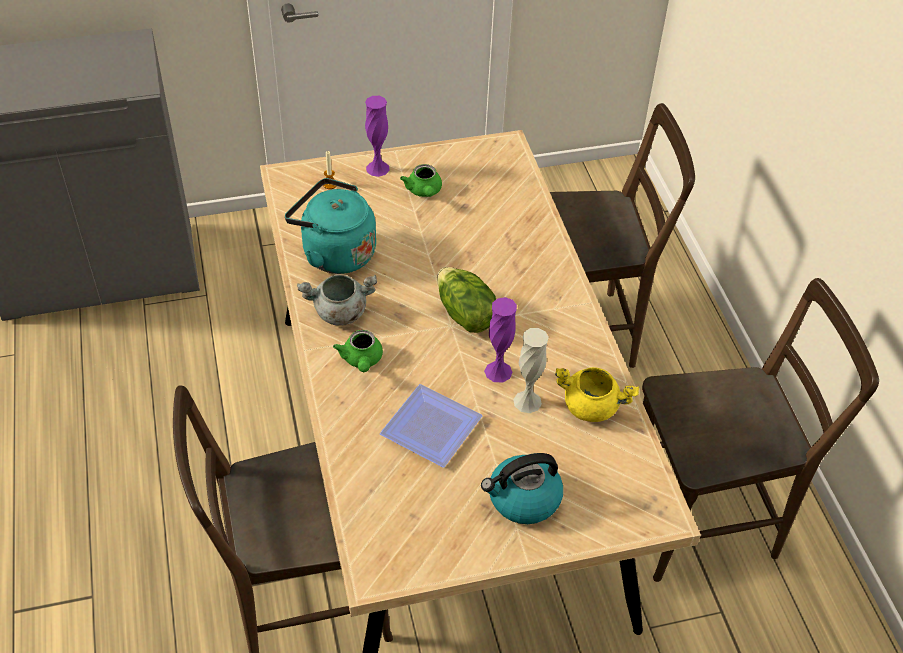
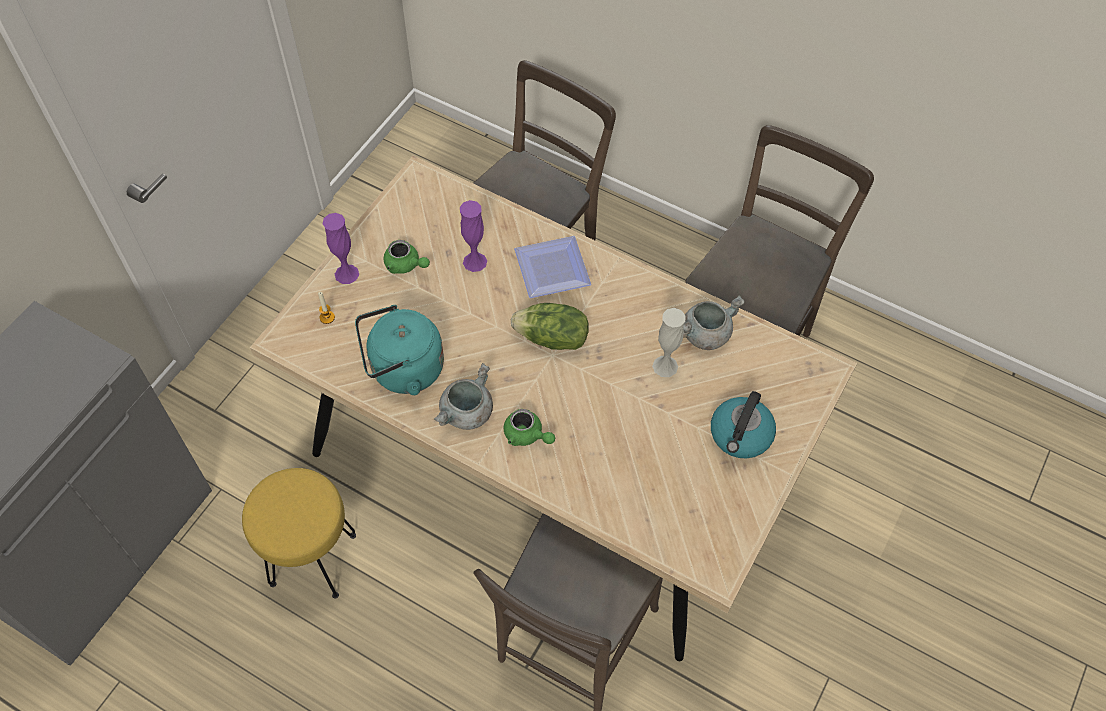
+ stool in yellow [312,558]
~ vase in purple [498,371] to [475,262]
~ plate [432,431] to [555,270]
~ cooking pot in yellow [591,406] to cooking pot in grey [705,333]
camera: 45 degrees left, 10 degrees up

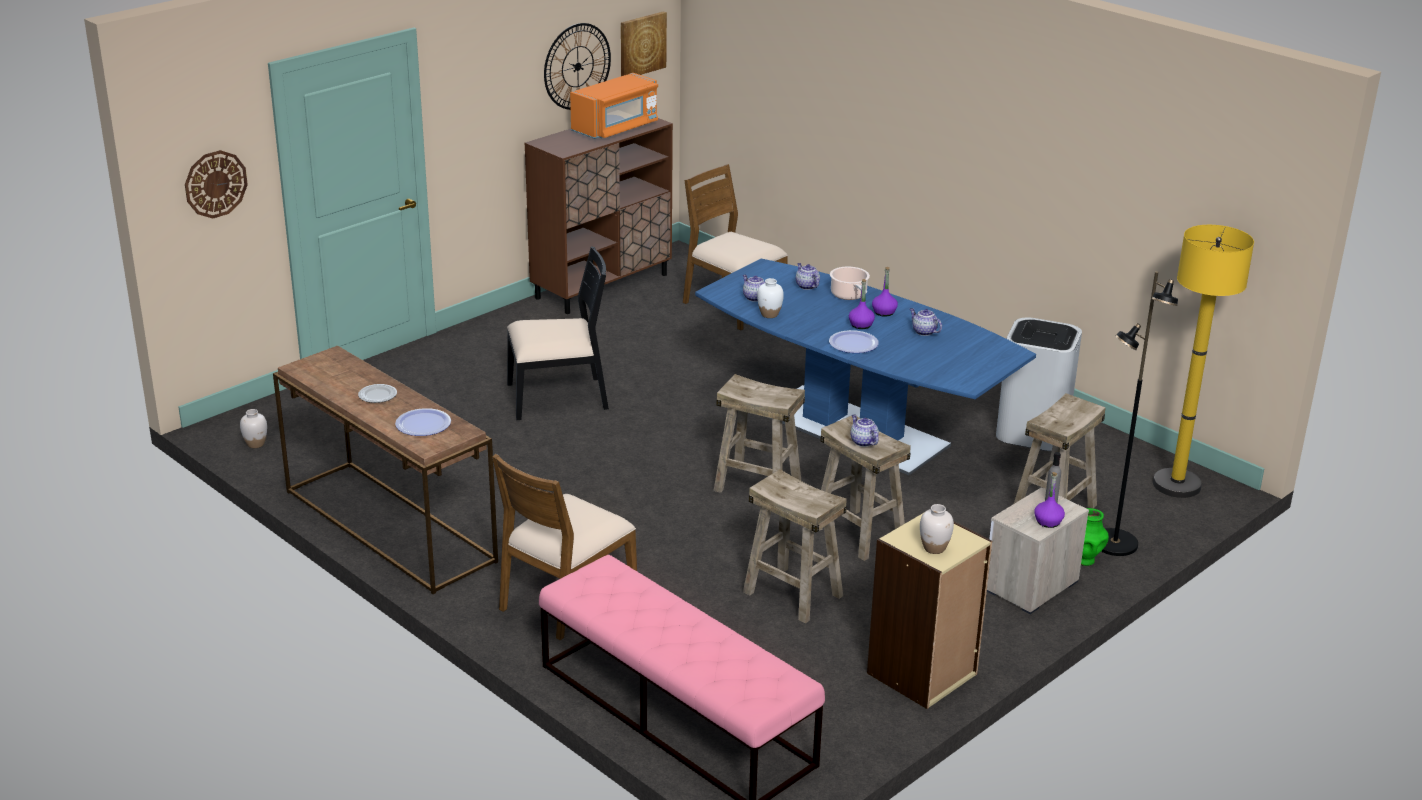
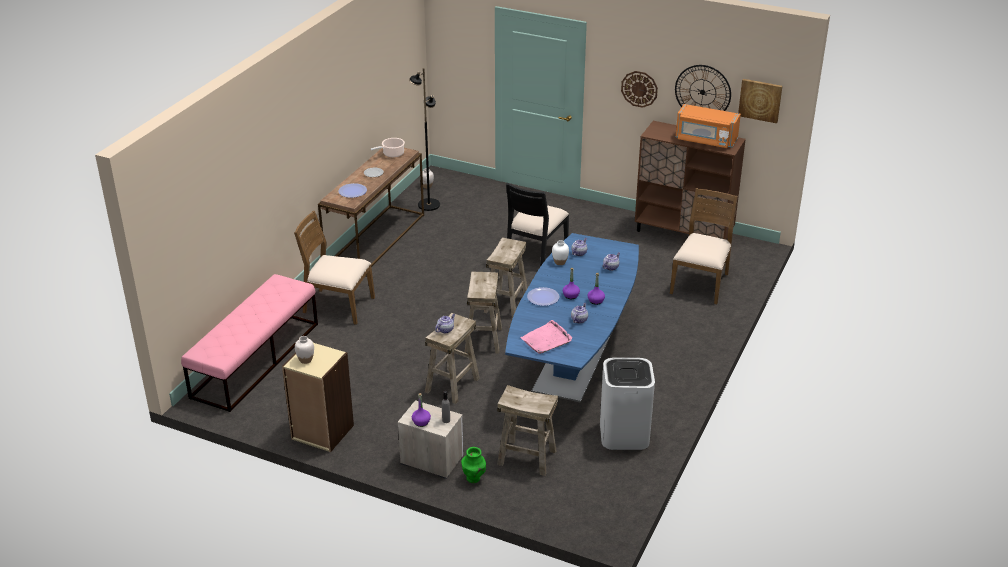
~ cooking pot [849,295] to [392,154]
~ floor lamp in black [1114,544] to [428,205]
~ stool in beige [792,594] to [506,304]
~ chair in black [558,397] = [535,253] 60 degrees clockwise
+ tray in pink [546,339]
~ wall clock [215,184] to [639,89]
- floor lamp in yellow [1176,485]
camera: 70 degrees right, 5 degrees up

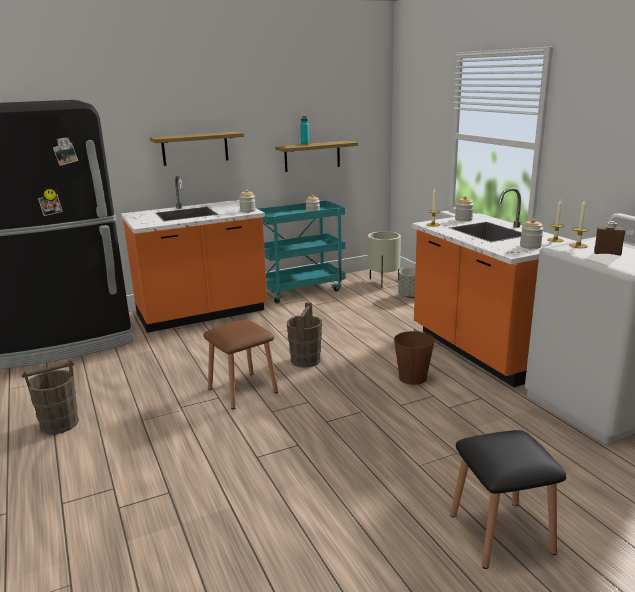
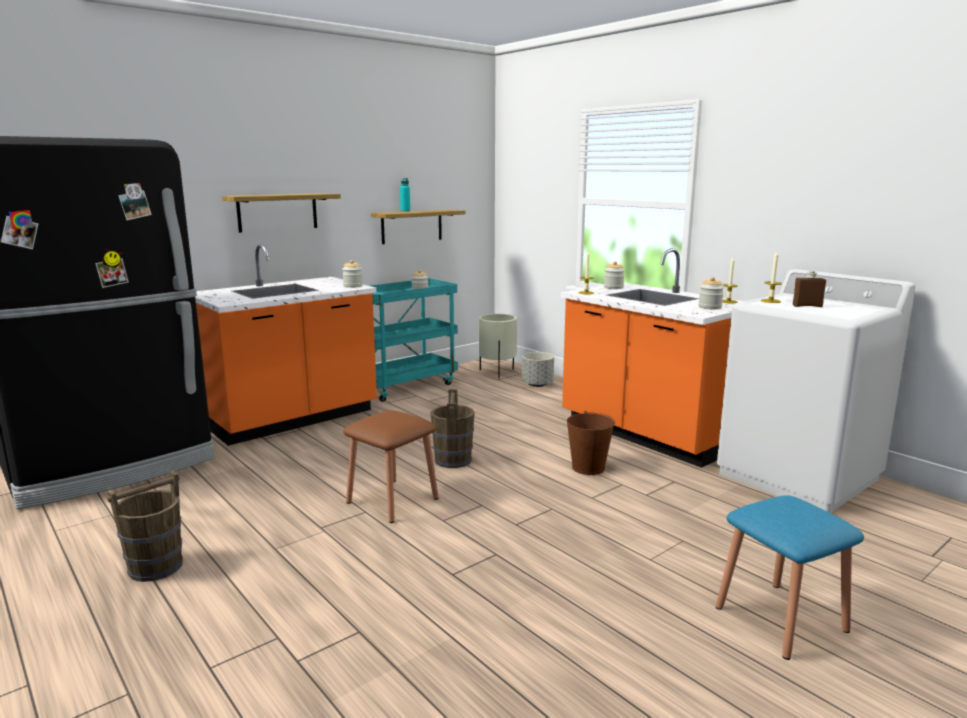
~ stool in black [501,533] to stool in blue [780,619]
camera: 15 degrees left, 5 degrees down

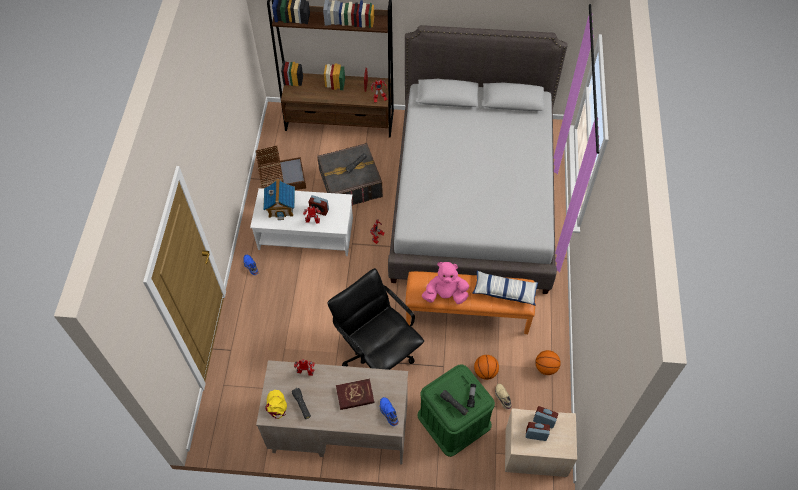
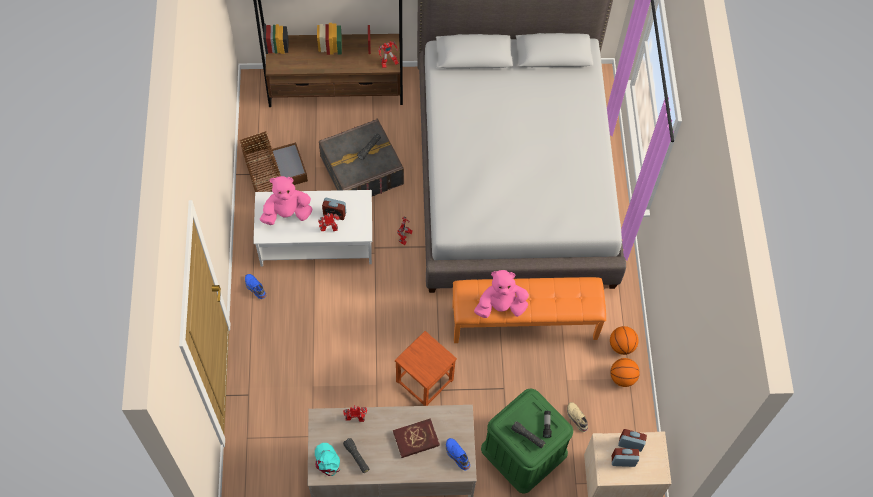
~ toy house [281,206] to plush toy in pink [287,213]
~ cap in yellow [276,405] to cap in turquoise [327,460]
~ office chair in black [377,353] to stool in brown [424,380]
~ basketball [485,372] to [621,346]
- pillow [504,291]
camera: 10 degrees left, 5 degrees up

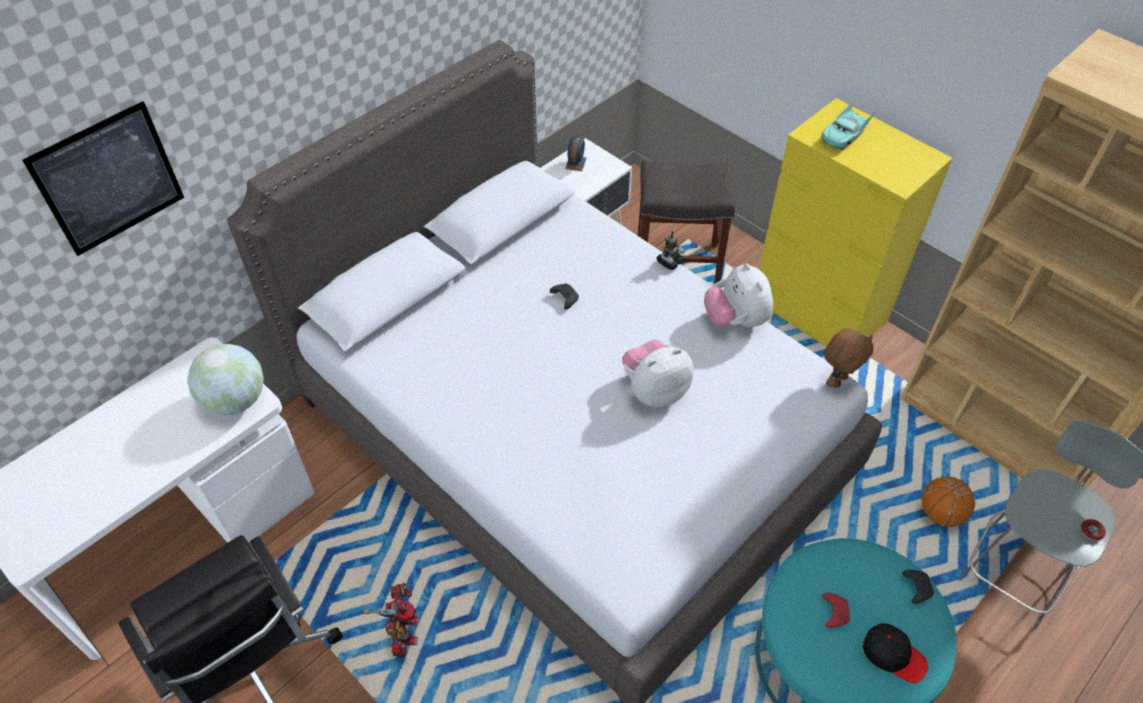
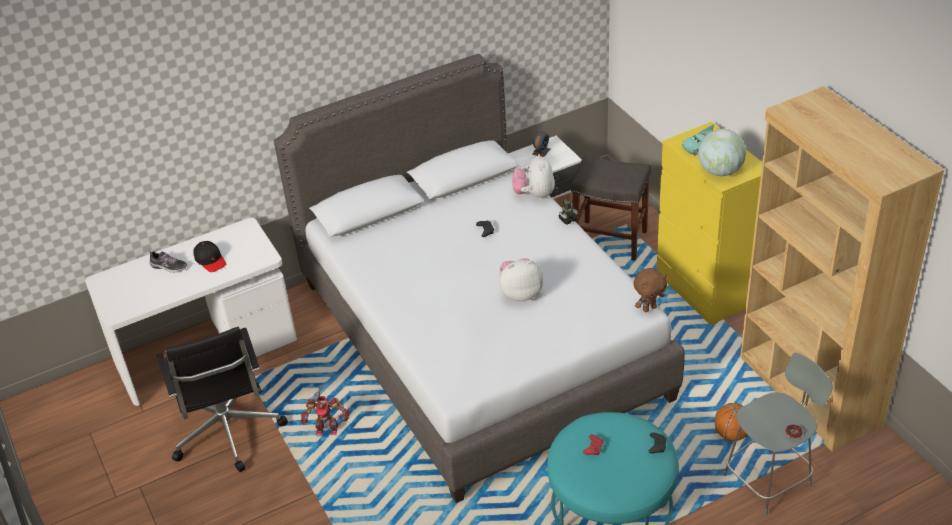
+ shoe [169,266]
~ cap in black [893,655] to [210,260]
~ toy robot [404,631] = [327,429] 75 degrees clockwise
~ plush toy [735,320] to [534,194]
~ globe [235,400] to [720,171]
- picture [108,179]
camera: 20 degrees right, 10 degrees down

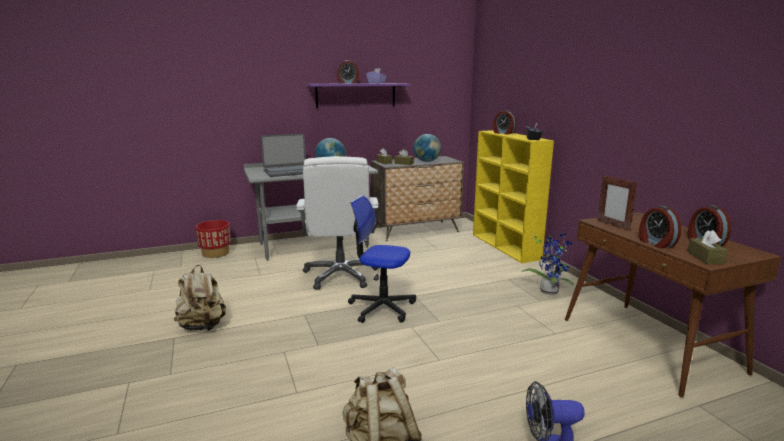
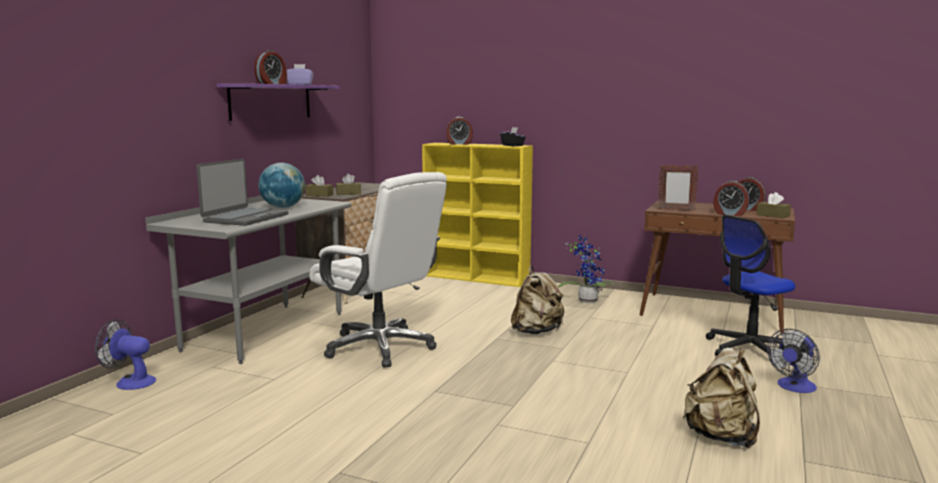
~ planter in red [215,253] to fan [130,382]
~ backpack in beige [202,327] to [536,332]
~ office chair [381,307] to [748,349]
- globe [427,161]
camera: 45 degrees left, 5 degrees down

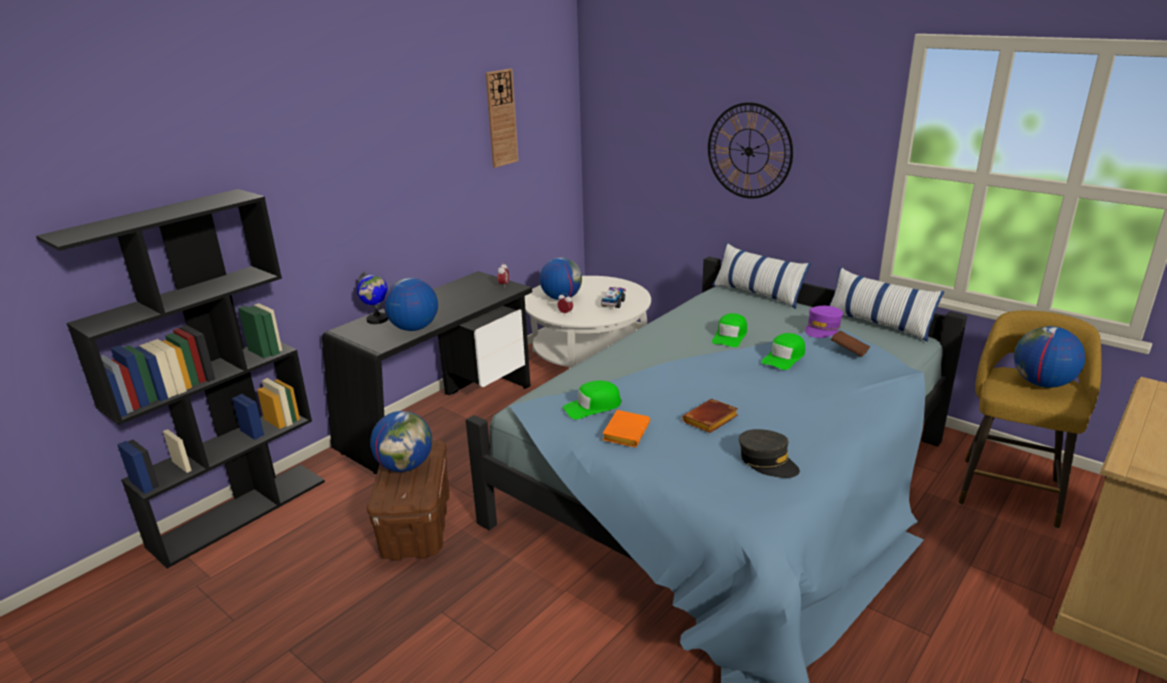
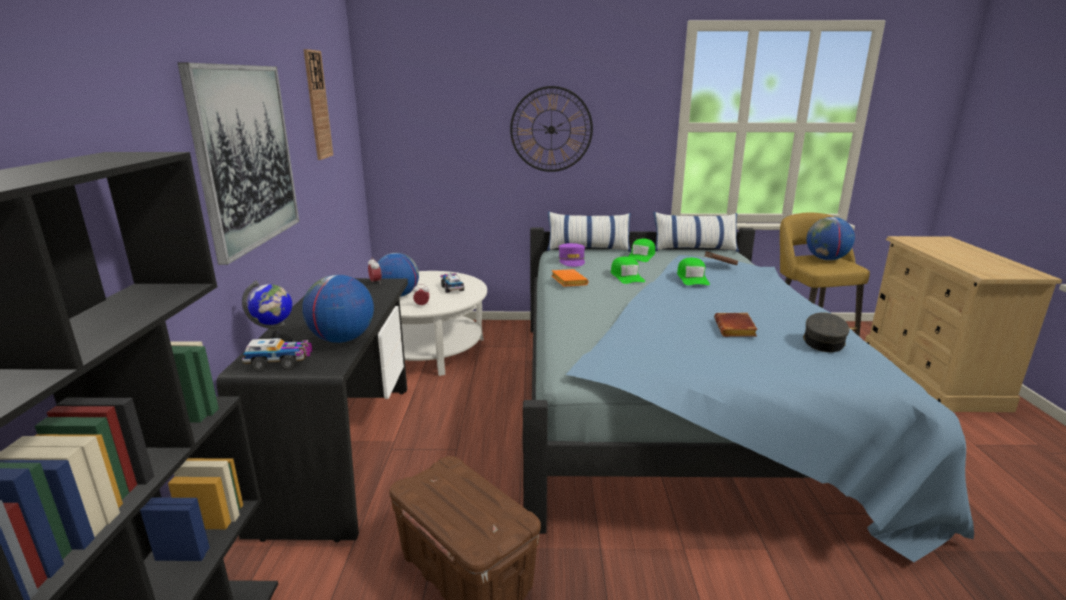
+ picture [245,157]
+ toy truck [280,363]
~ book in orange [625,432] to [567,281]
~ cap in purple [822,328] to [572,261]
~ cap in green [592,406] to [641,256]
~ cap in grey [767,462] = [823,342] 75 degrees counterclockwise
- globe [405,466]
camera: 40 degrees left, 5 degrees down

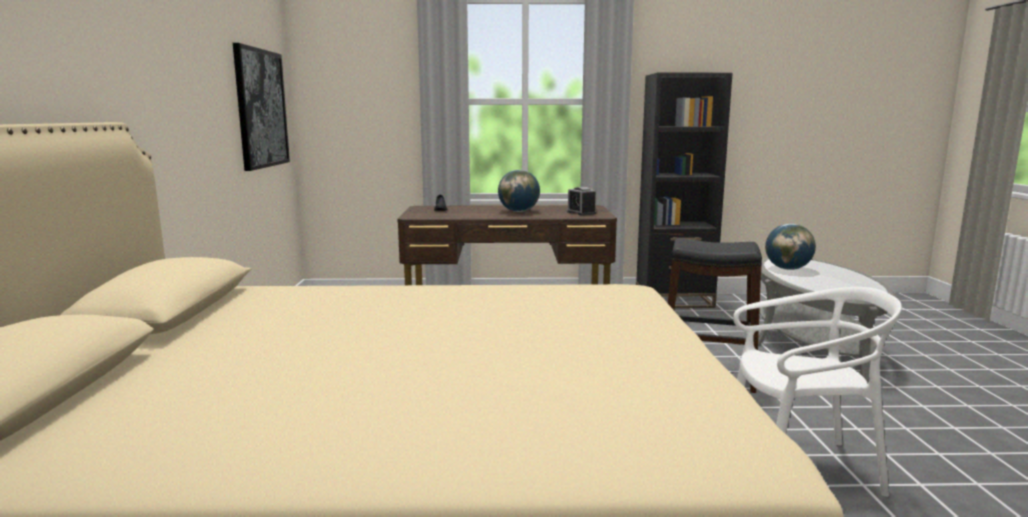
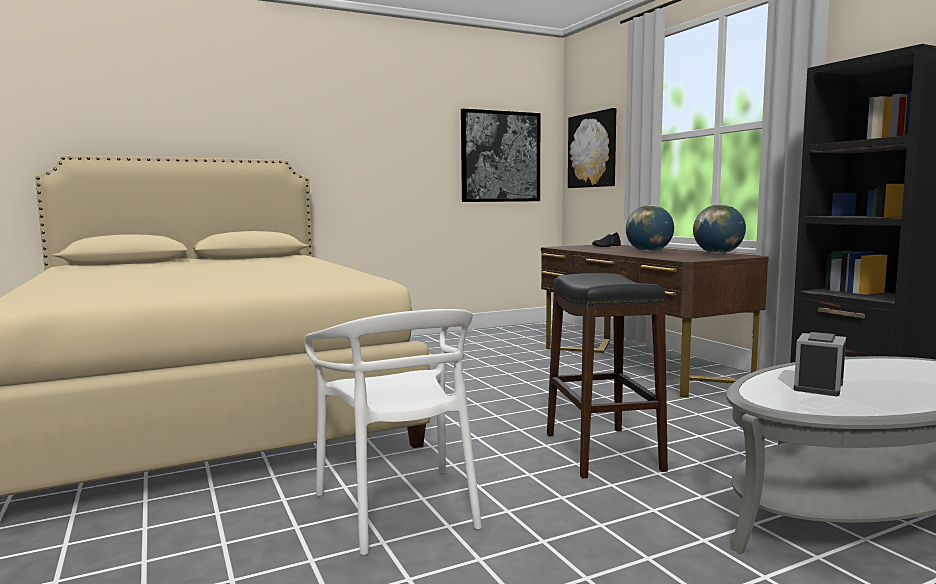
+ picture [592,150]
~ globe [787,269] to [718,253]
~ alarm clock [581,213] to [818,386]
camera: 65 degrees right, 5 degrees down

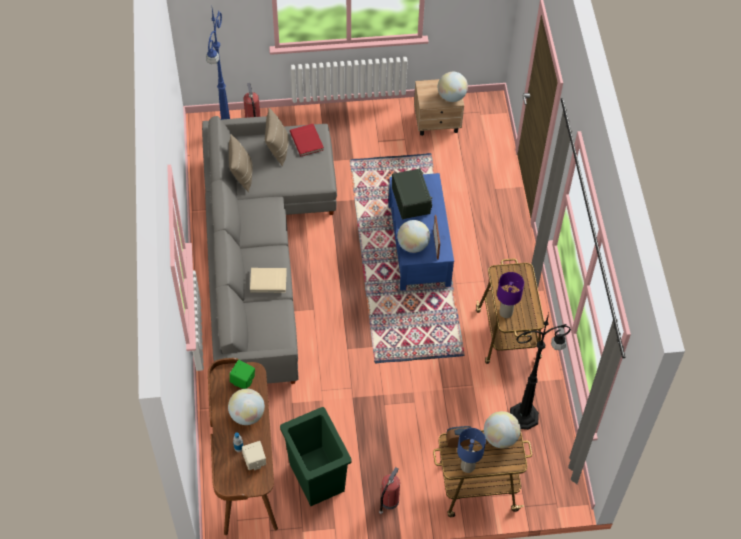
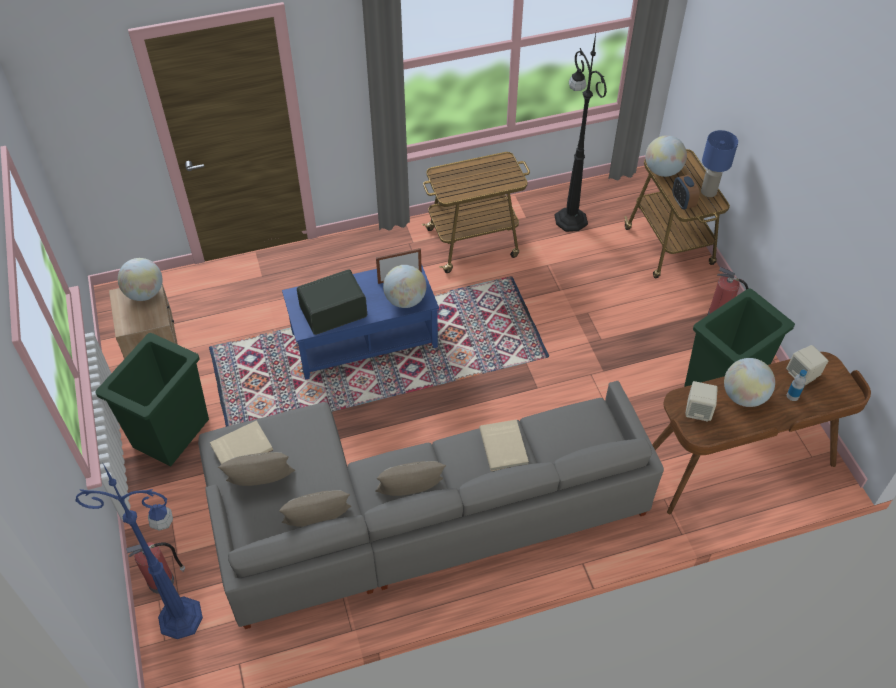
+ trash can in green [170,434]
~ book in red [307,141] to book in beige [241,447]
+ pillow in beige [410,492]
~ speaker in green [243,381] to speaker in beige [698,411]
- table lamp in purple [506,312]
camera: 100 degrees left, 5 degrees down

